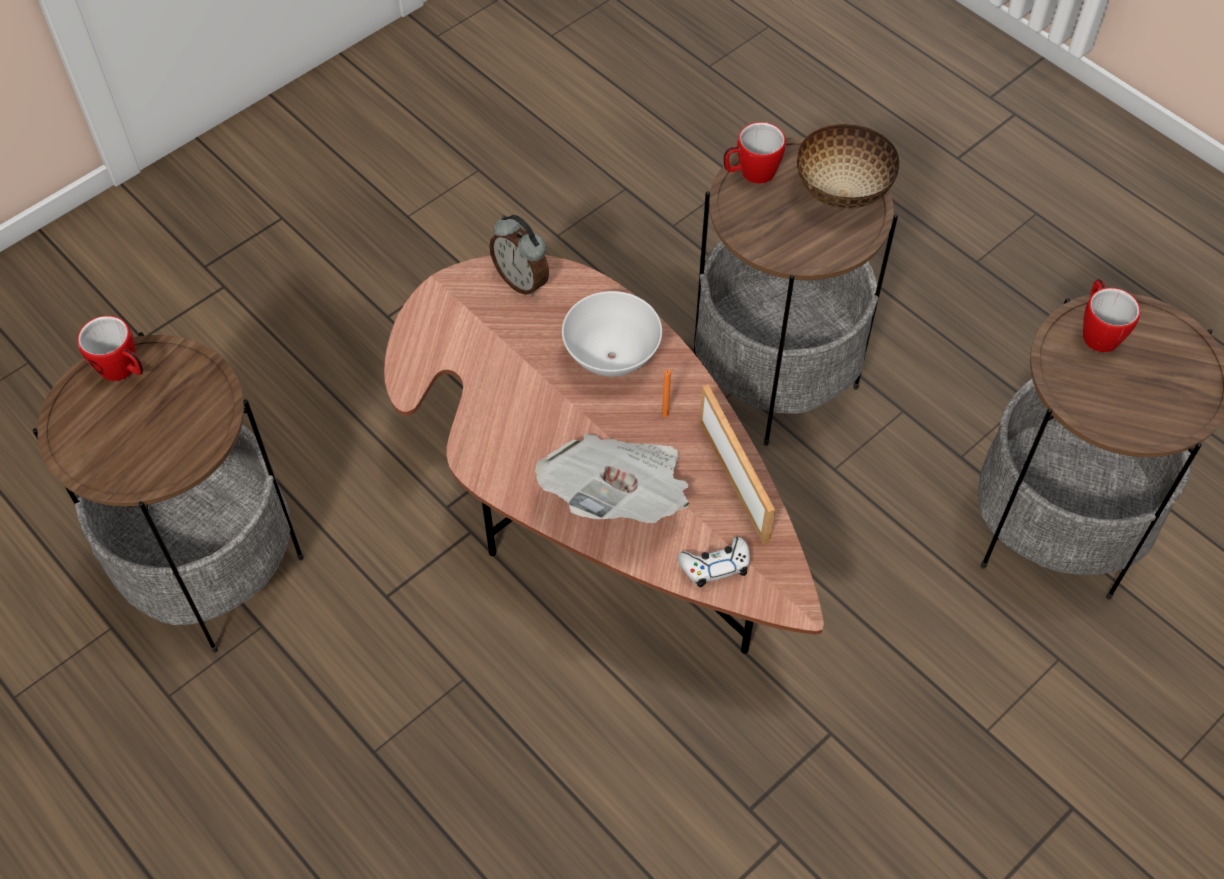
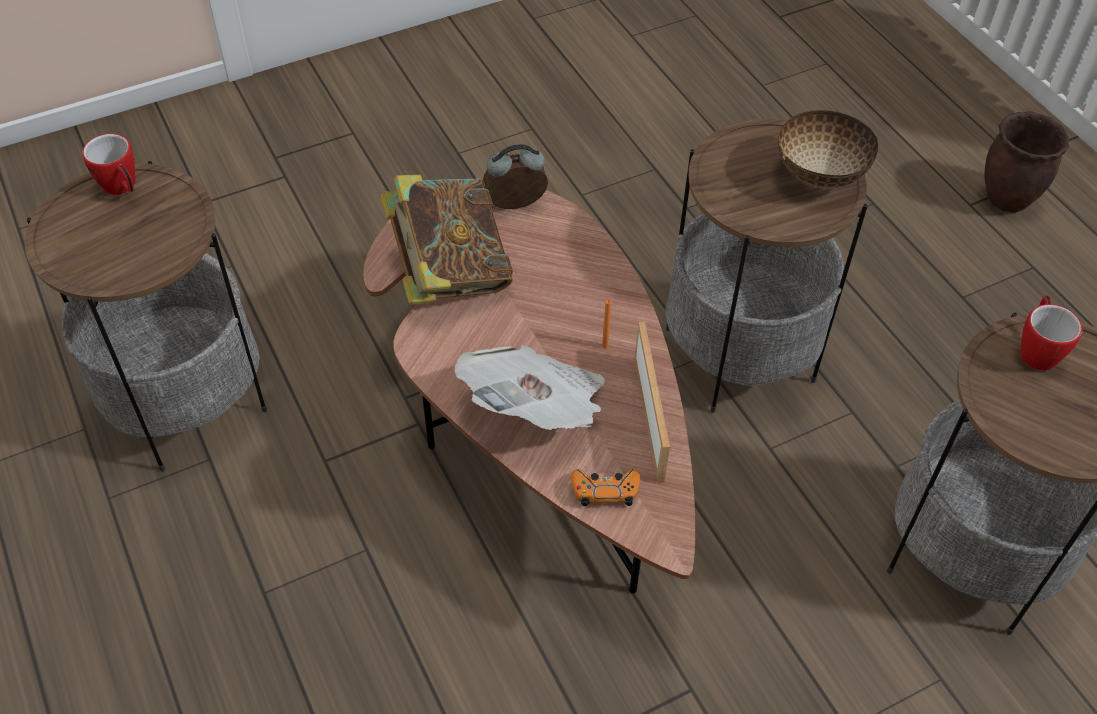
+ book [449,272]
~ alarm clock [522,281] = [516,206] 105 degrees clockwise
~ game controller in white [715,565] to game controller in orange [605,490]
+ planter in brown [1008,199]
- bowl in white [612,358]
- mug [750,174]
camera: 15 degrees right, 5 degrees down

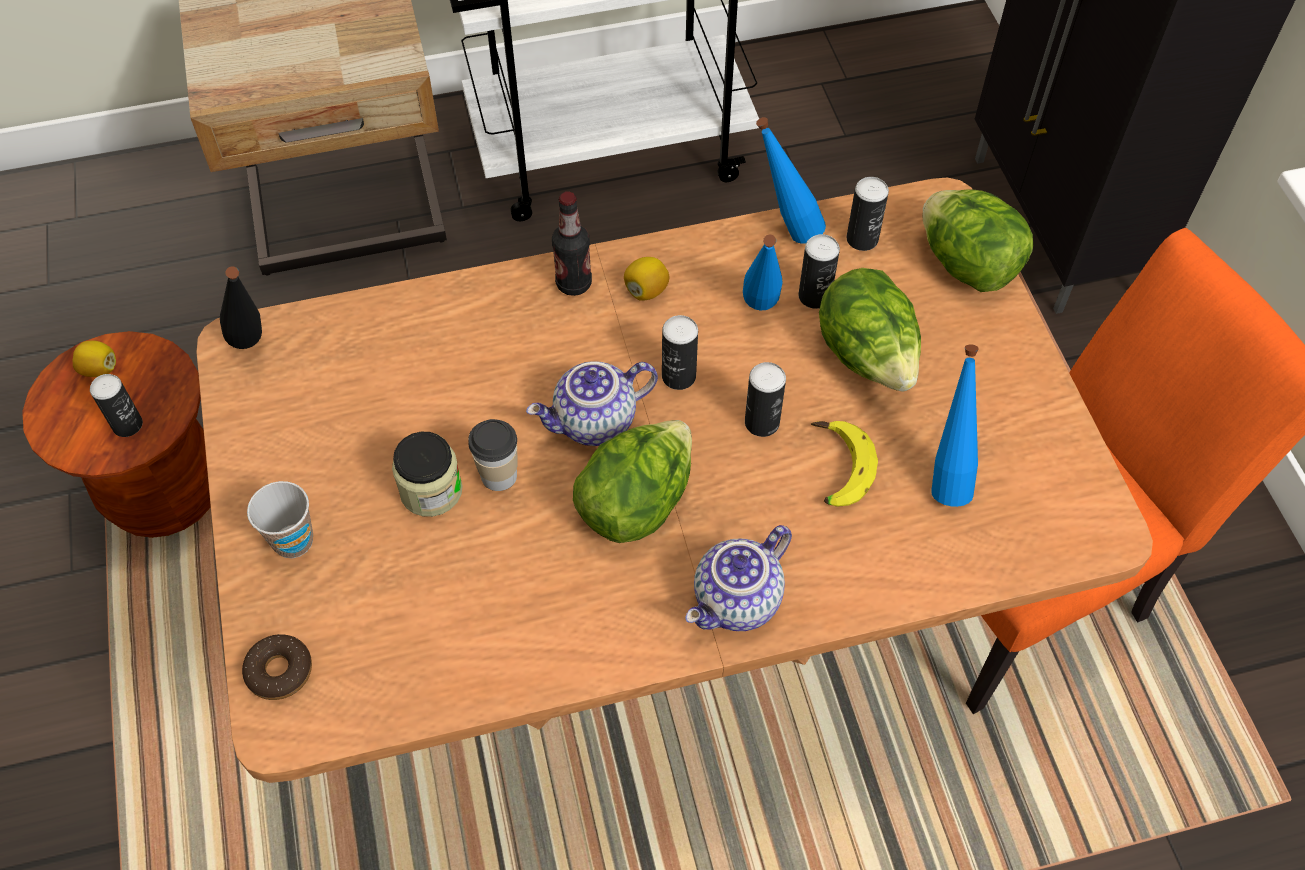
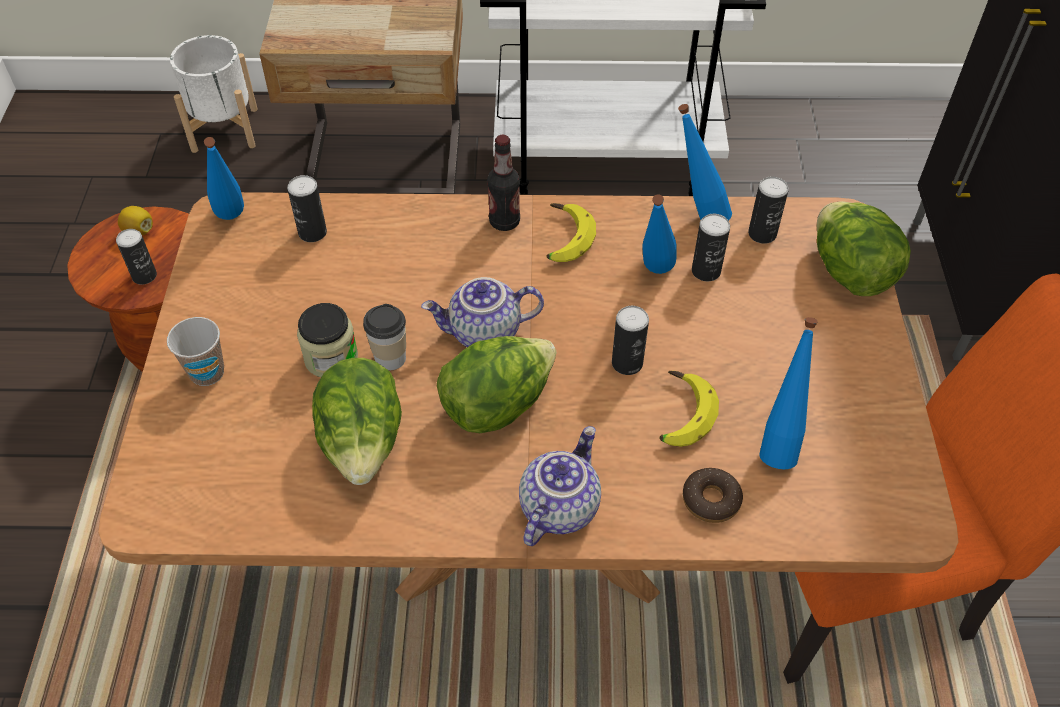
+ planter in white [224,129]
~ bottle in black [255,350] to bottle in blue [233,222]
~ can [678,376] to [312,232]
~ lettuce [867,357] to [363,444]
~ teapot [738,602] = [557,506] 150 degrees clockwise
~ lemon [646,290] to banana [563,239]
~ donut [280,671] to [711,500]
camera: 15 degrees right, 5 degrees down

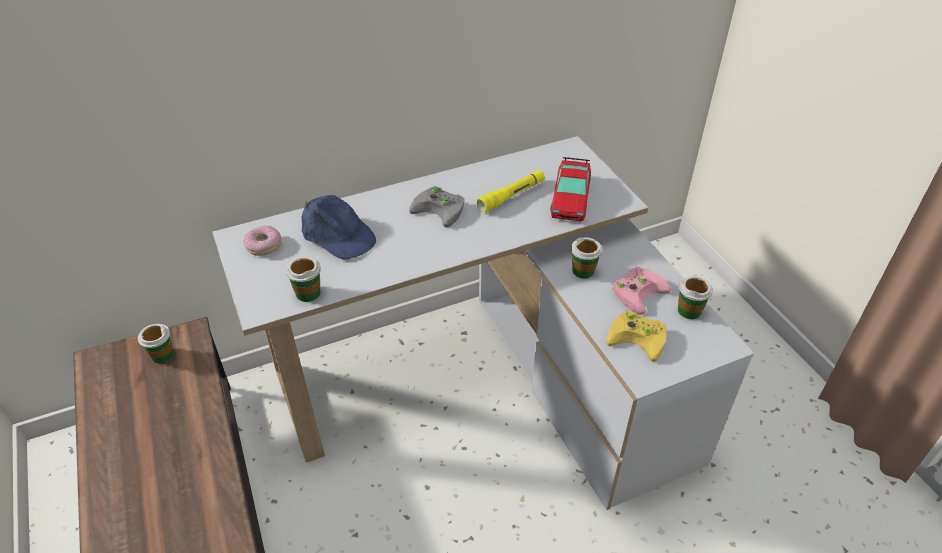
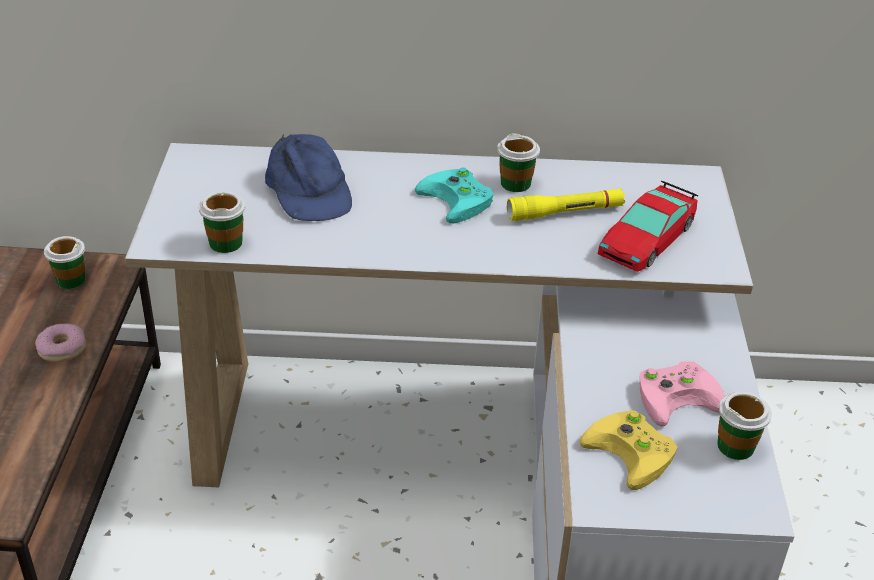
~ donut [263,245] to [62,349]
~ game controller in grey [441,209] to game controller in turquoise [459,200]
~ cup [583,271] to [515,183]
camera: 25 degrees right, 5 degrees down

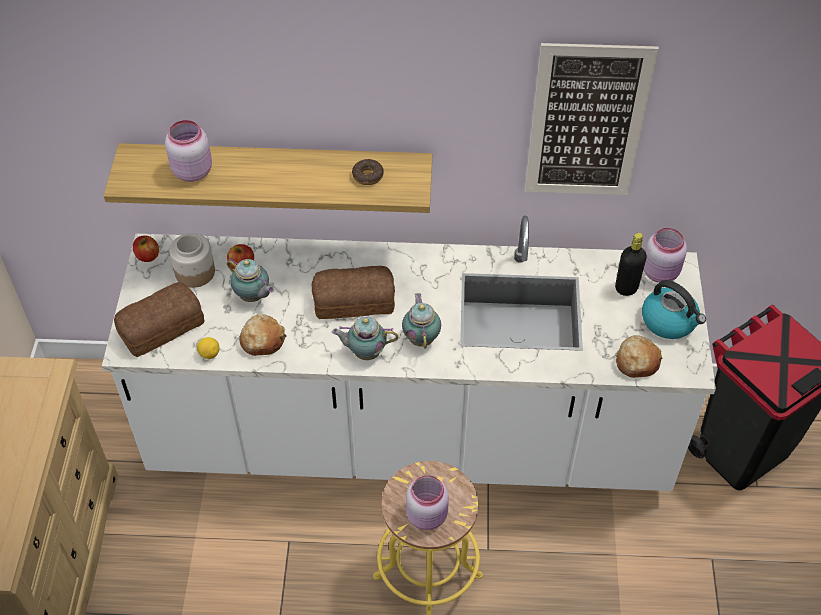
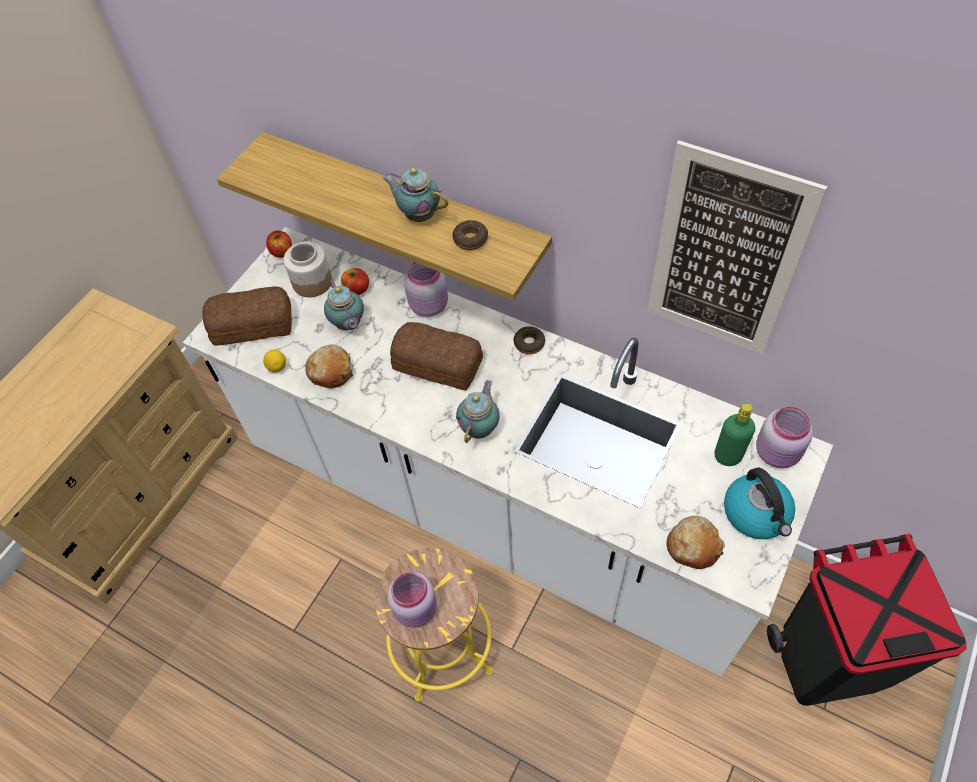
~ teapot [365,352] to [418,215]
~ jar in pink [192,170] to [429,304]
+ donut [529,343]
~ bottle in black [626,288] to bottle in green [727,456]
camera: 30 degrees right, 5 degrees up

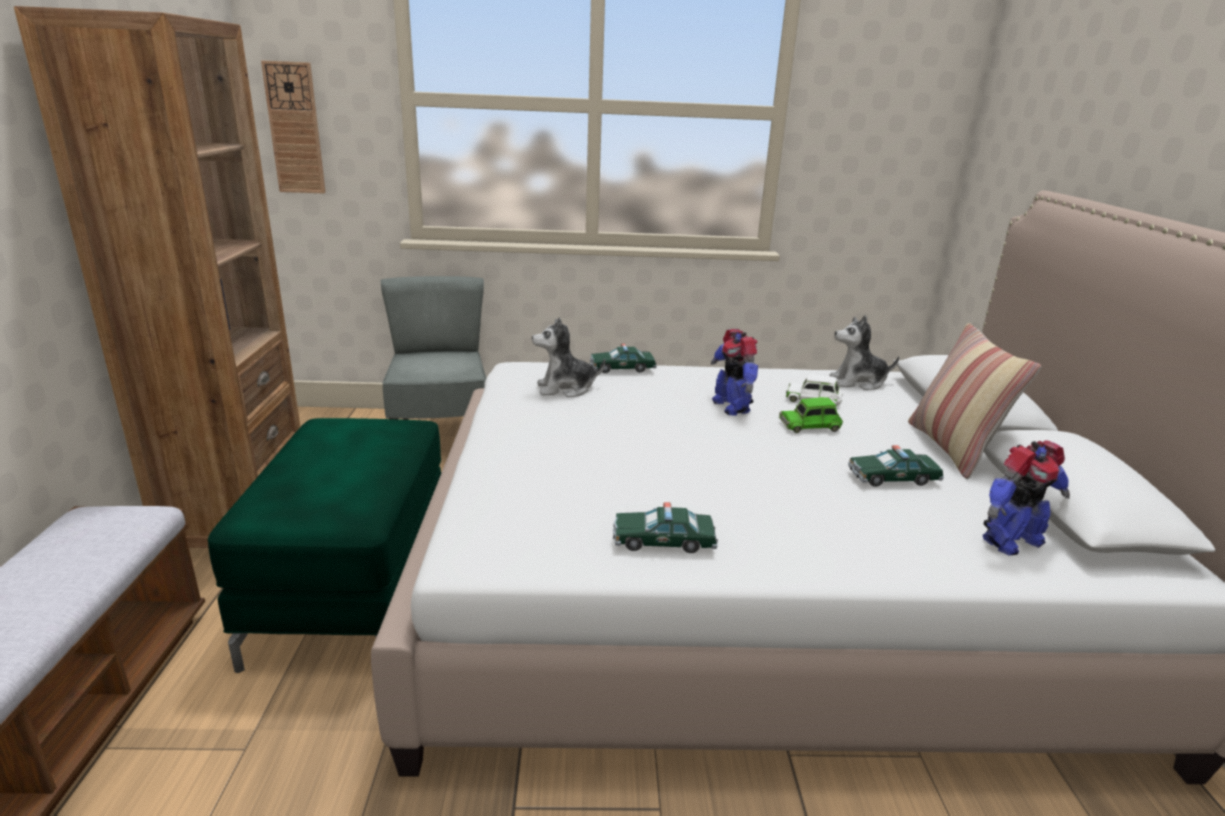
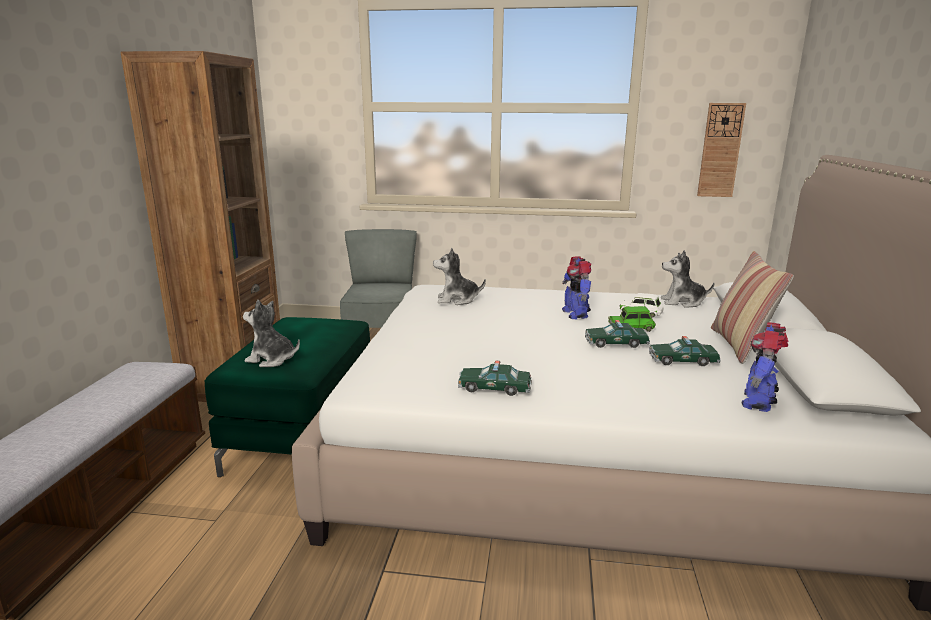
+ plush toy [272,359]
~ toy car [622,368] to [615,343]
~ wall clock [295,129] to [720,150]
~ toy robot [1010,541] = [758,401] 135 degrees clockwise
camera: 10 degrees right, 5 degrees down

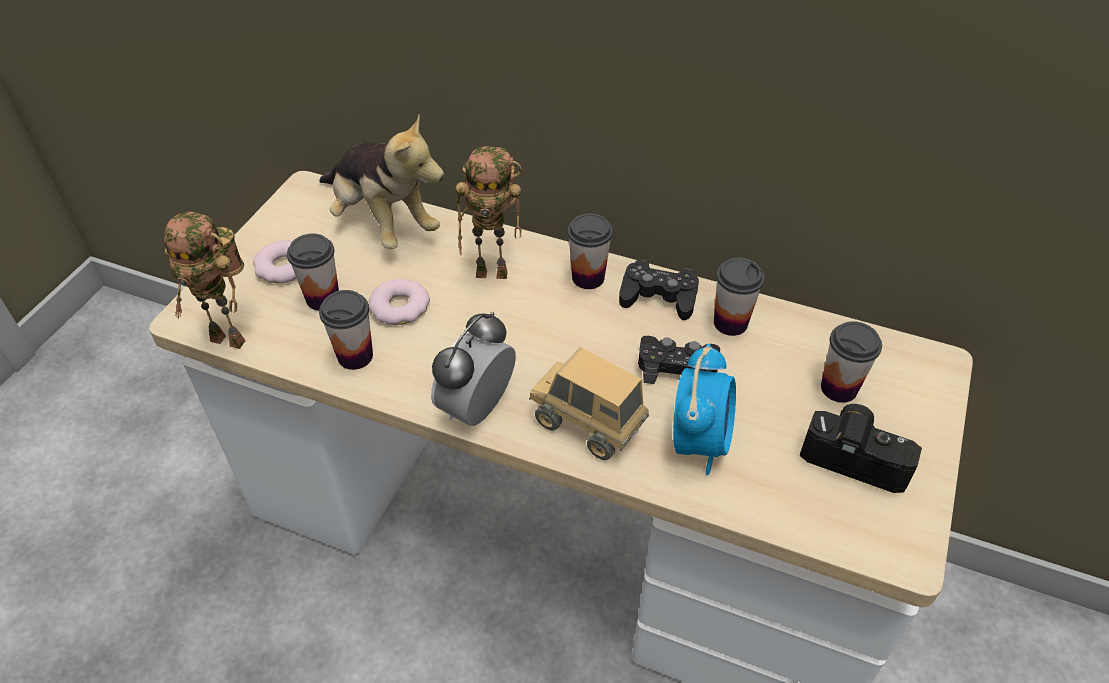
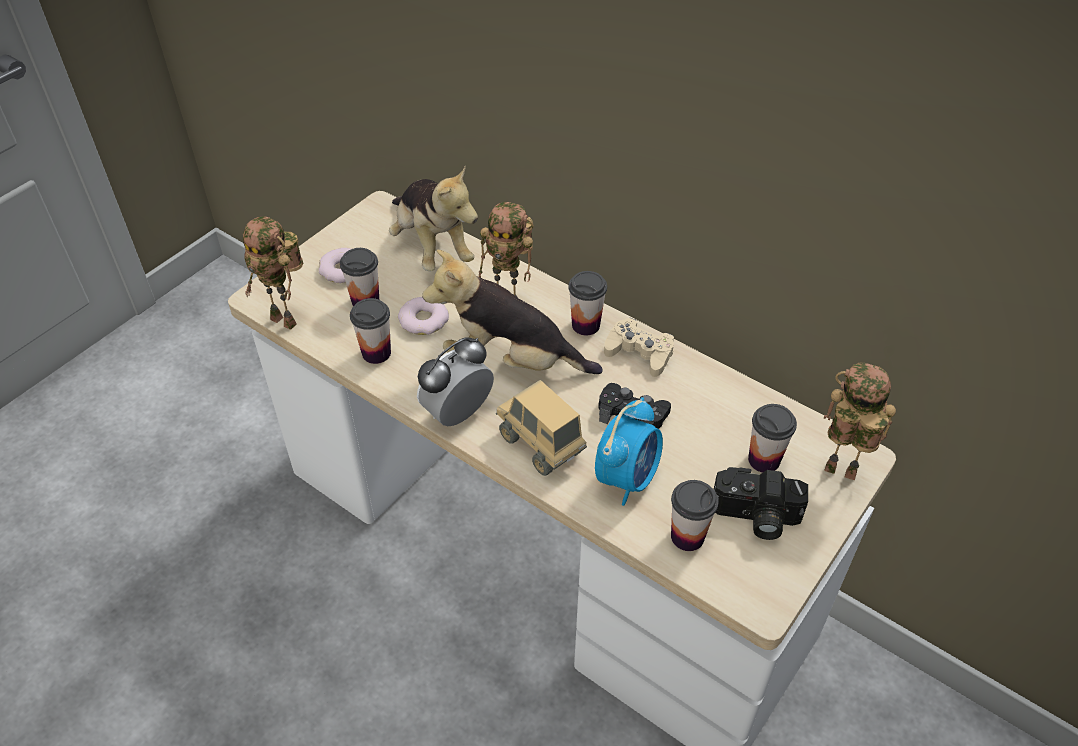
+ plush toy [511,360]
~ game controller in black [658,296] to game controller in beige [639,352]
~ cup [730,323] to [687,536]
~ photo camera [856,455] = [755,517] 150 degrees clockwise
+ toy robot [837,473]
camera: 15 degrees right, 0 degrees up

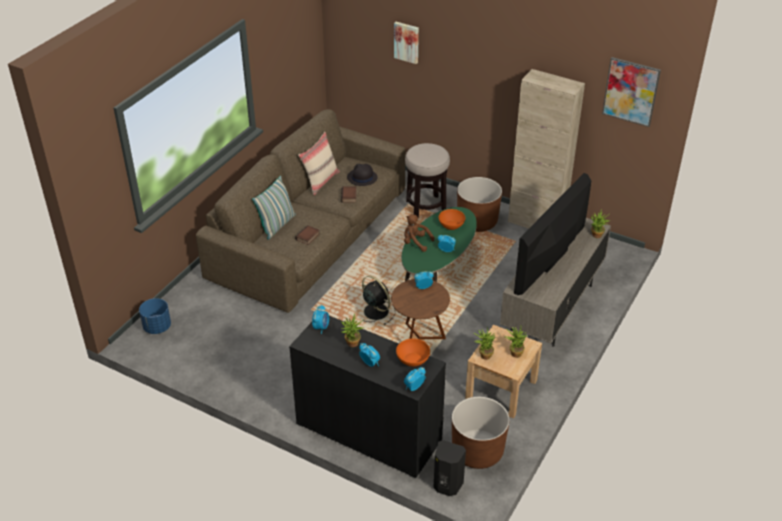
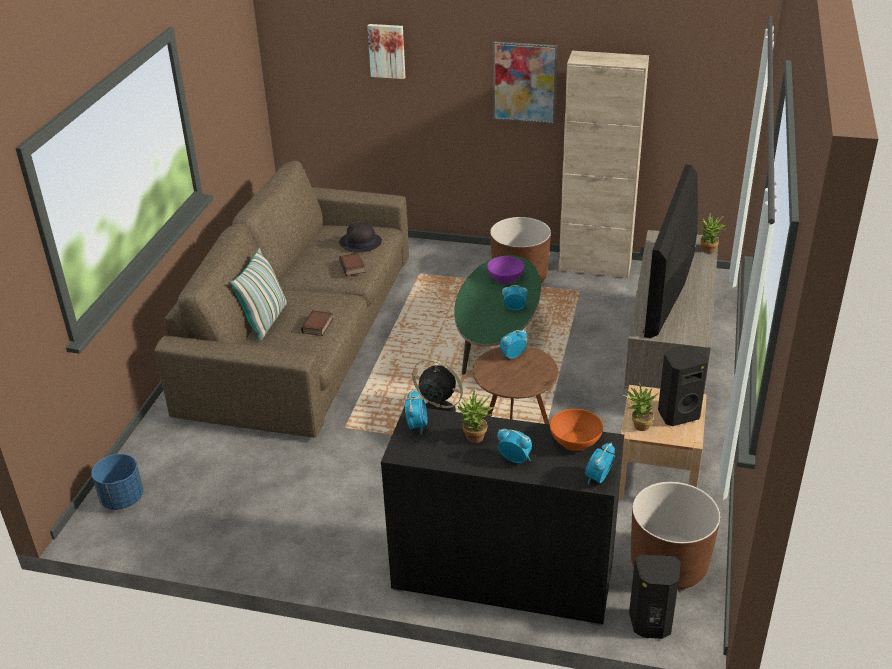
~ bowl in orange [451,225] to bowl in purple [505,278]
~ picture [631,91] to [524,82]
~ potted plant [514,352] to speaker in black [677,414]
- pillow in beige [320,181]
- plush toy in brown [416,242]
- stool [426,207]
camera: 15 degrees left, 5 degrees down

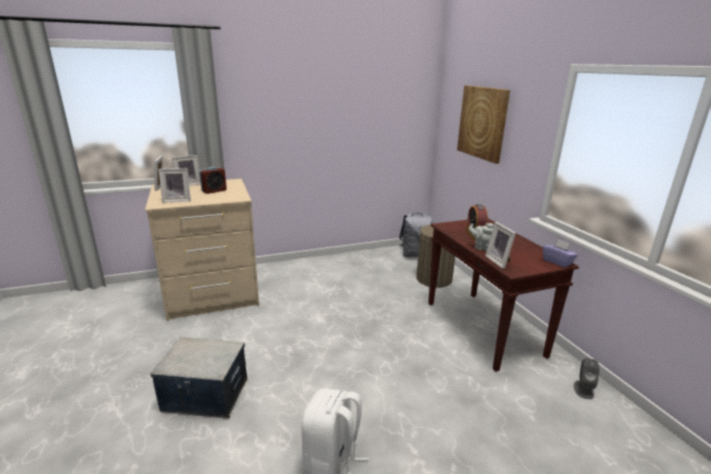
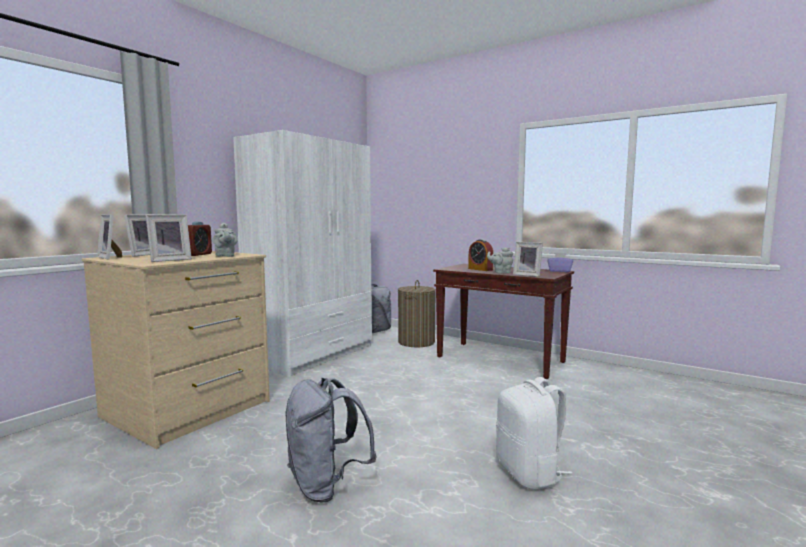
+ teapot in grey [225,256]
+ wardrobe in white [312,354]
~ storage box [205,395] to backpack in grey [326,485]
- picture [482,122]
- speaker in grey [583,389]
camera: 35 degrees left, 15 degrees down

